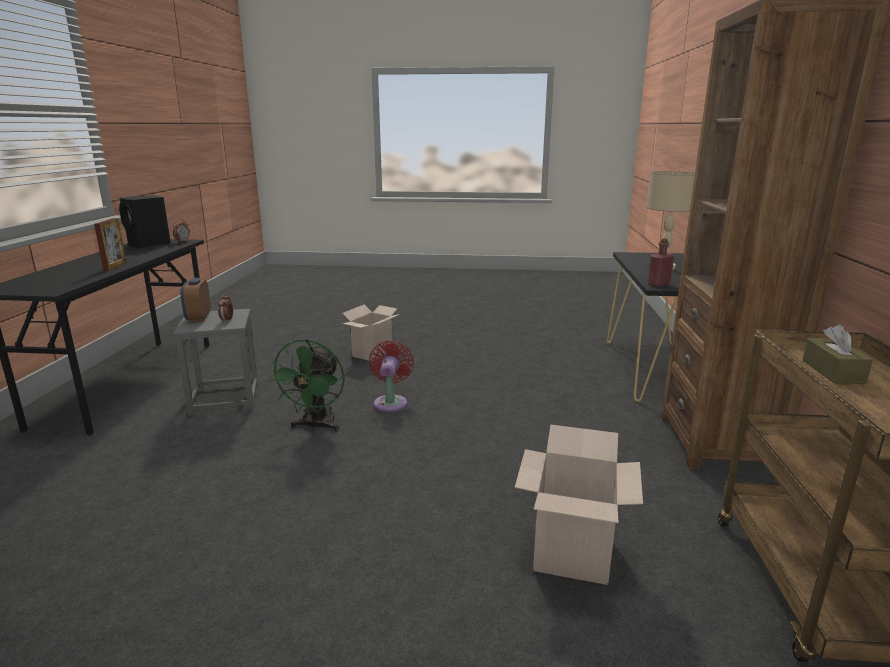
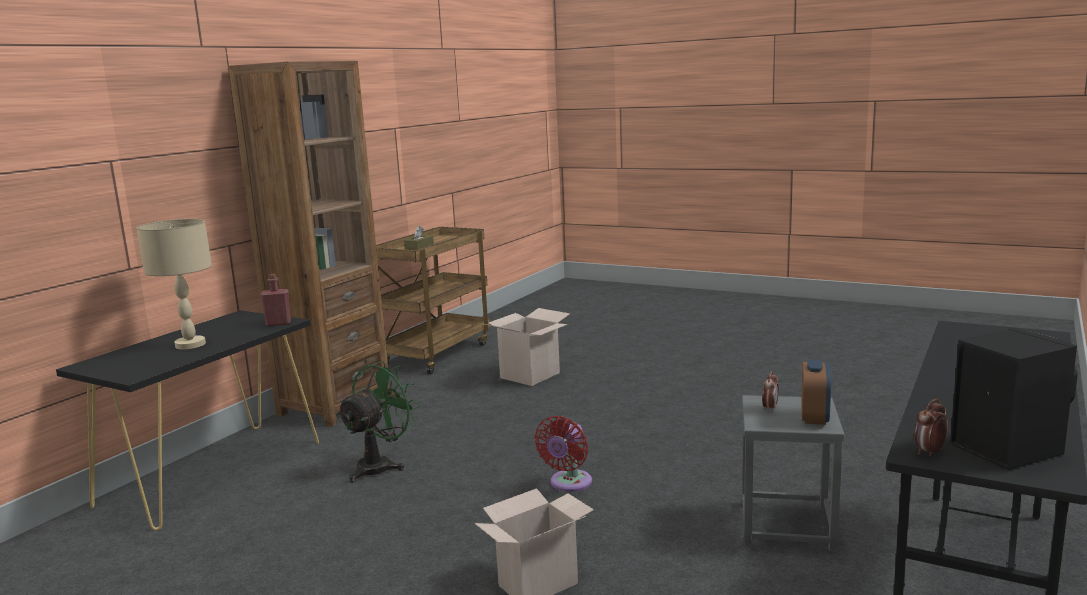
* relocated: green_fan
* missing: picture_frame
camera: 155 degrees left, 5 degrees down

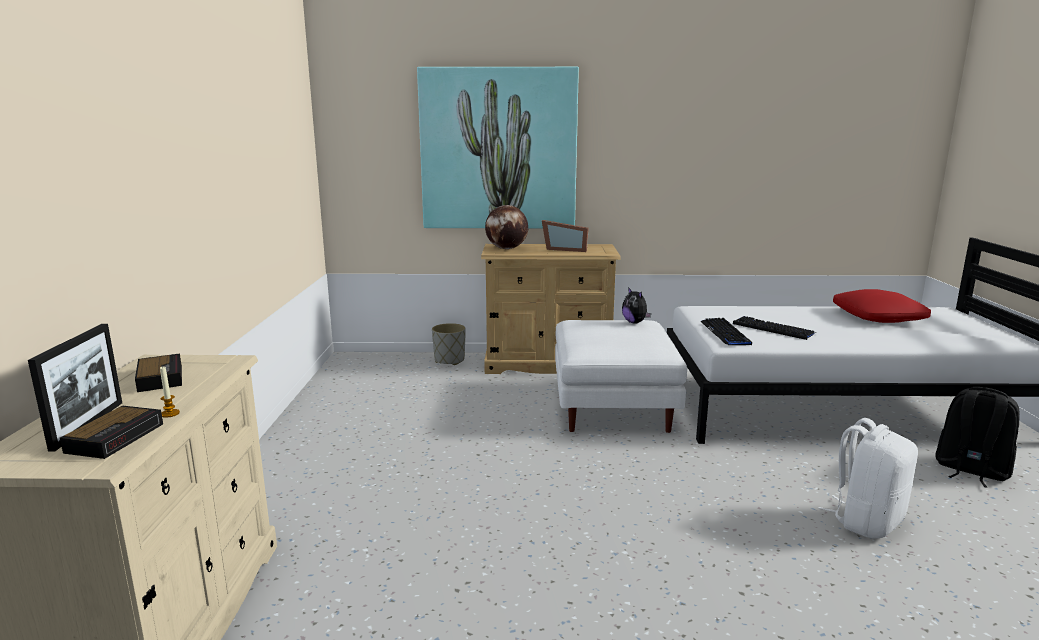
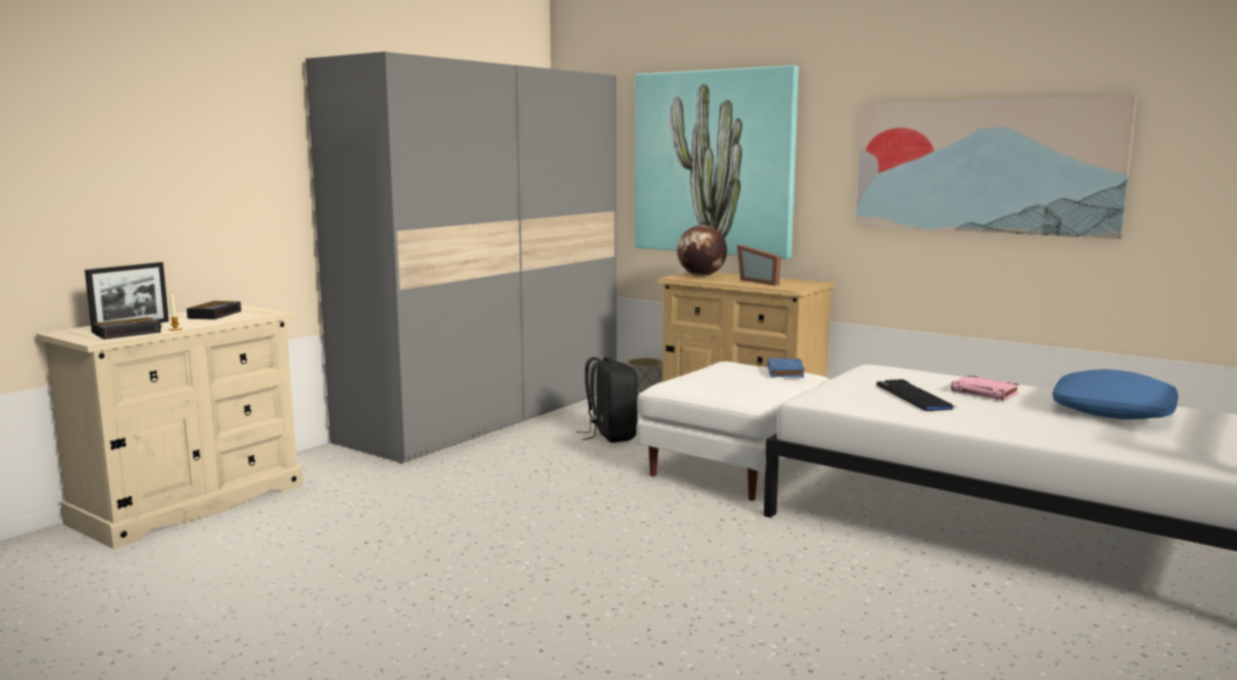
* appeared: grey_wardrobe
* relocated: black_backpack
* exchanged: plush_toy to blue_book
* appeared: picture (no. 2 from left)
* appeared: pink_book
* colour: red_pillow to blue_pillow
* missing: keyboard (no. 1 from left)
* missing: white_backpack
camera: 35 degrees right, 5 degrees down

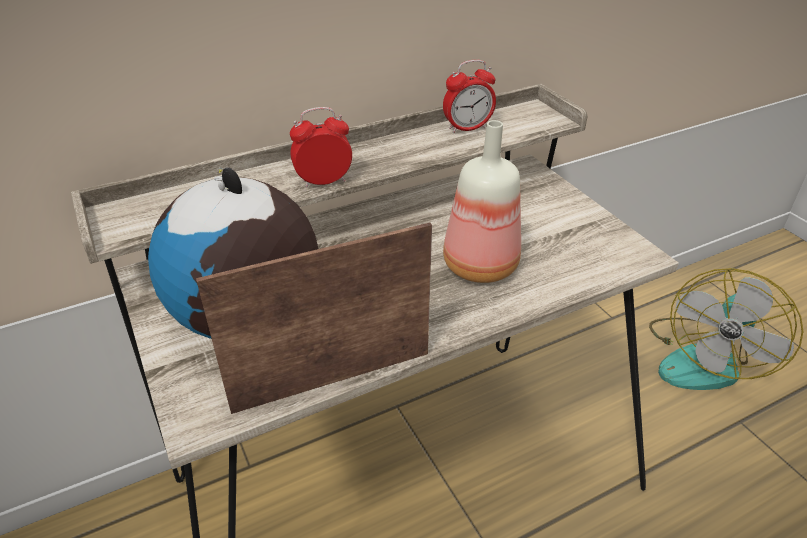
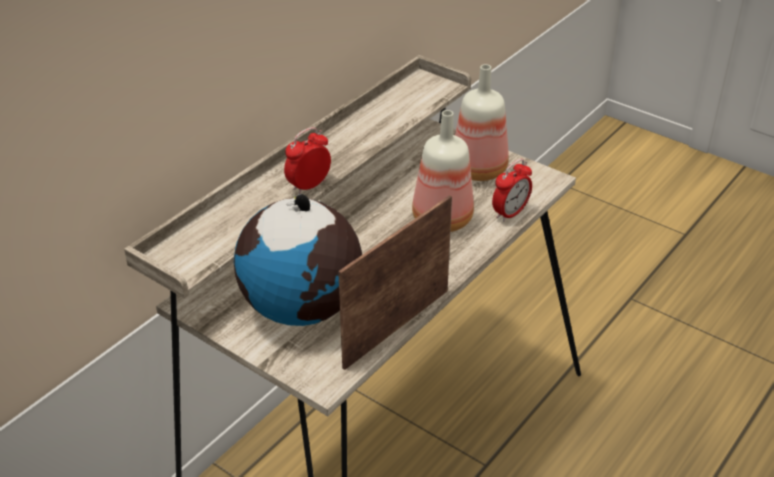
* appeared: bottle (no. 2 from left)
* relocated: alarm_clock (no. 2 from left)
* missing: fan
camera: 25 degrees left, 0 degrees up

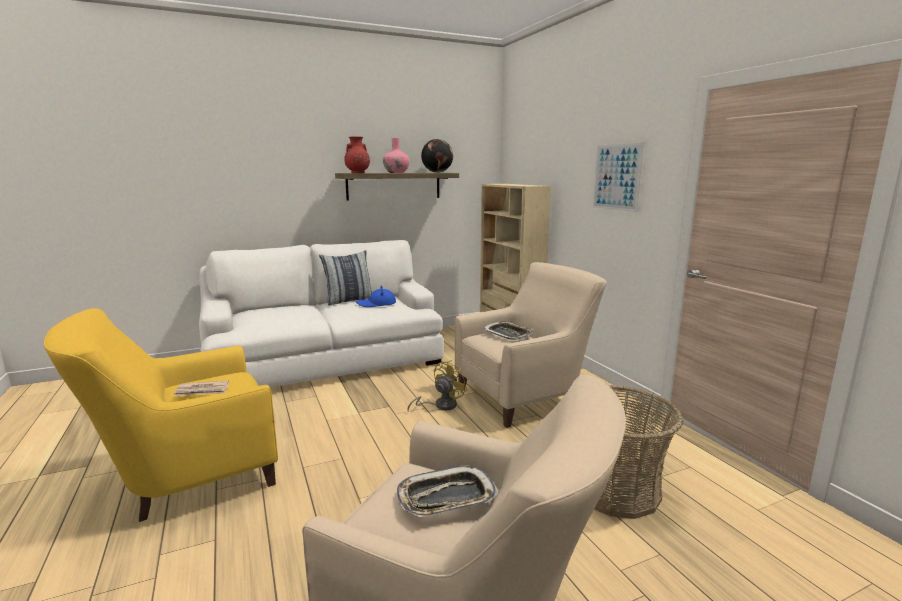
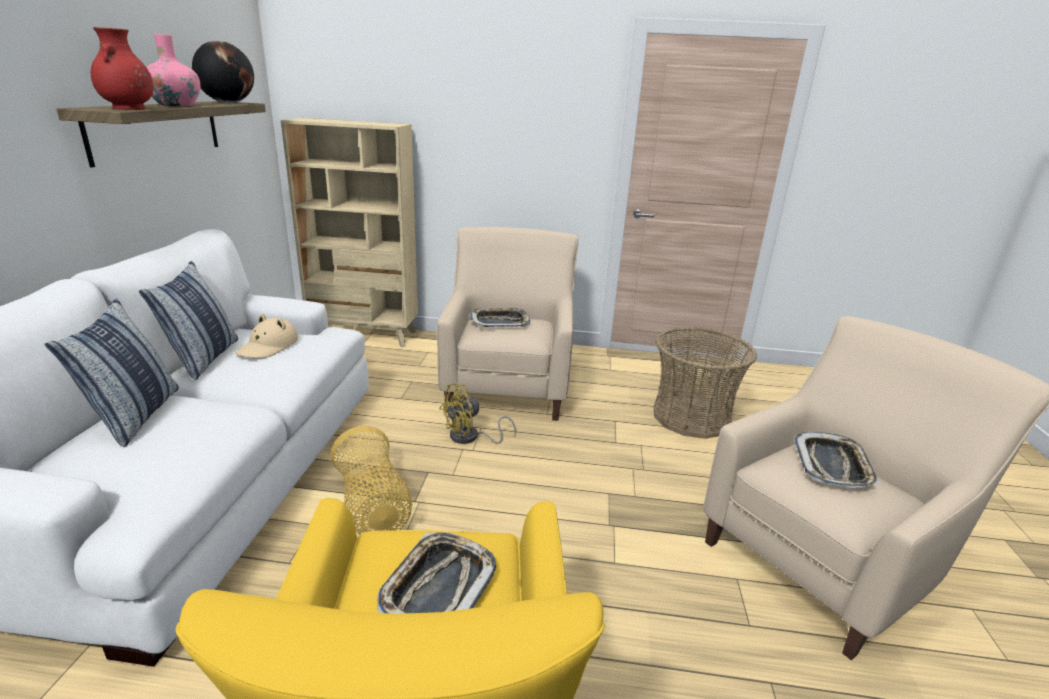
* appeared: pillow (no. 1 from left)
* colour: blue_hat to beige_hat
* appeared: basket (no. 1 from left)
* exchanged: newspaper to tray (no. 1 from left)
* spun: yellow_fan 105 degrees counterclockwise
* missing: picture
camera: 60 degrees left, 10 degrees up

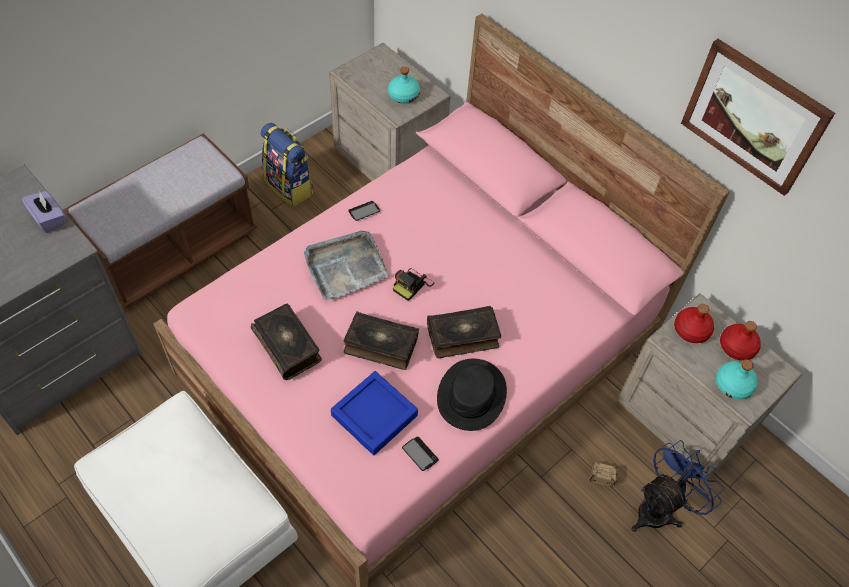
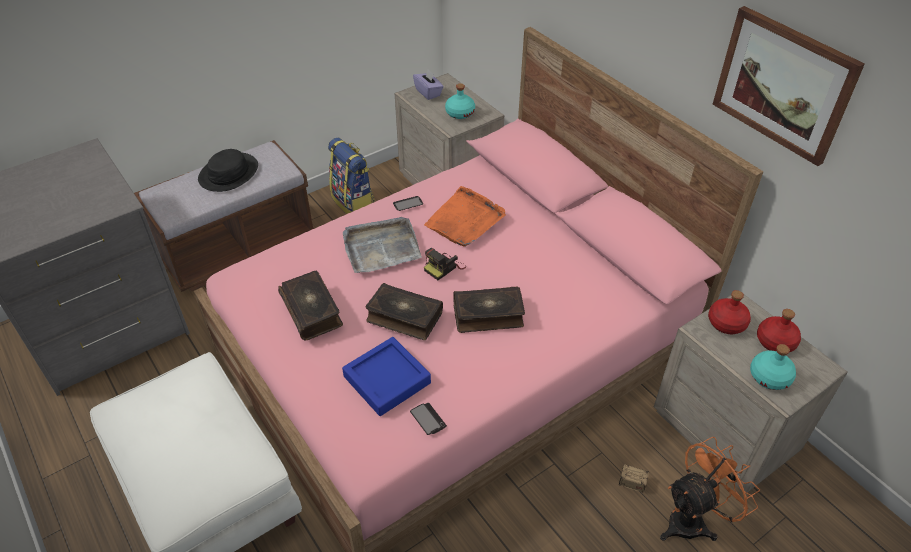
* relocated: black_hat
* relocated: purple_tissue_box
* appeared: orange_tray
* colour: blue_fan to orange_fan
camera: 10 degrees right, 10 degrees down

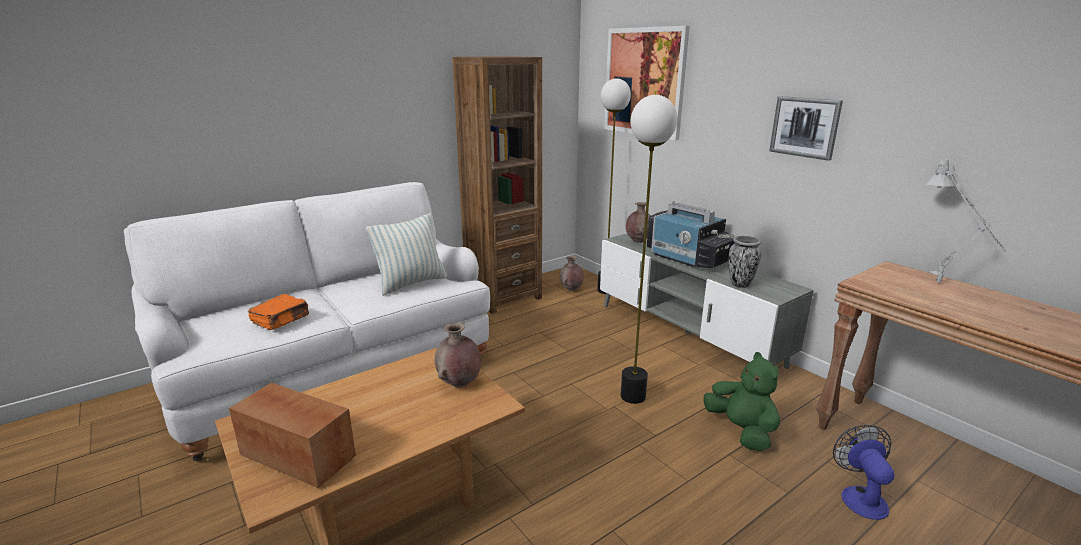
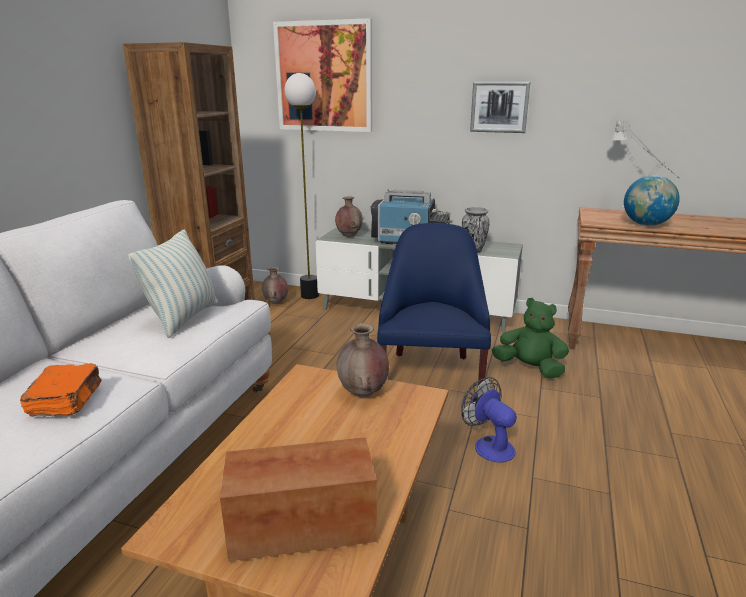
* exchanged: floor_lamp (no. 2 from left) to blue_armchair
* relocated: fan
* appeared: globe
camera: 35 degrees left, 0 degrees up

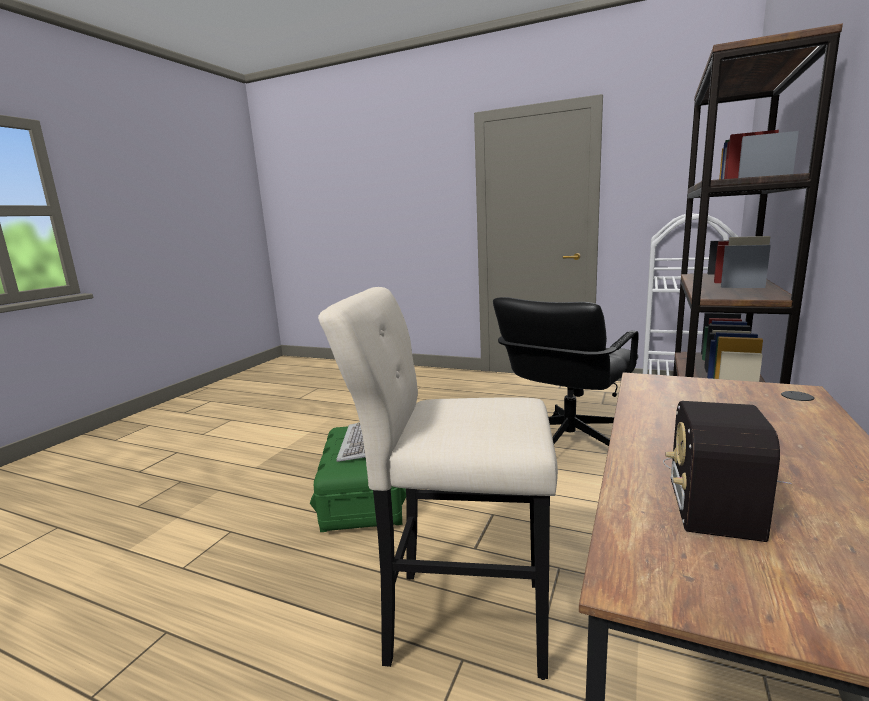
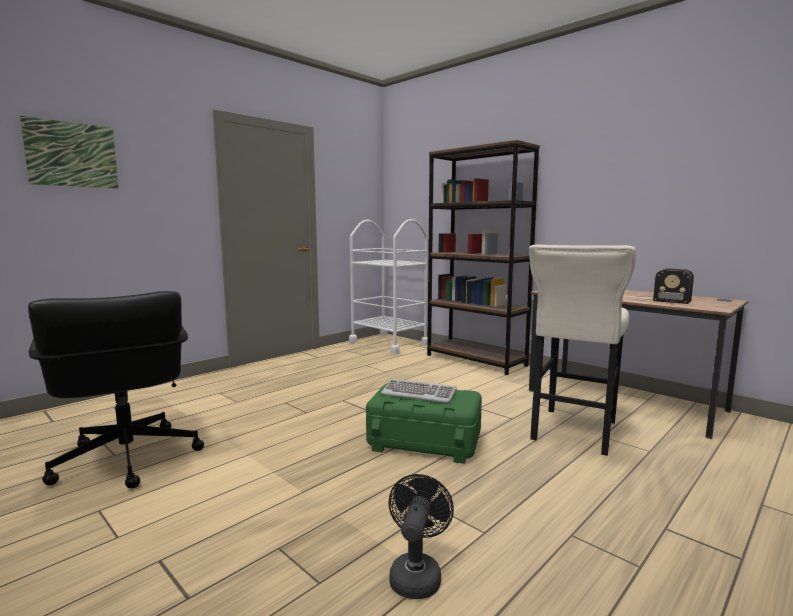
* appeared: picture
* relocated: black_office_chair
* appeared: black_fan
camera: 70 degrees left, 5 degrees down

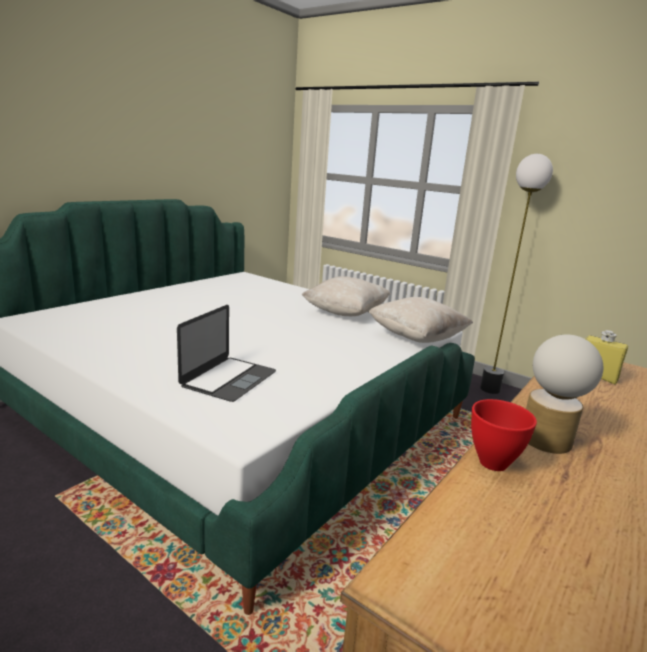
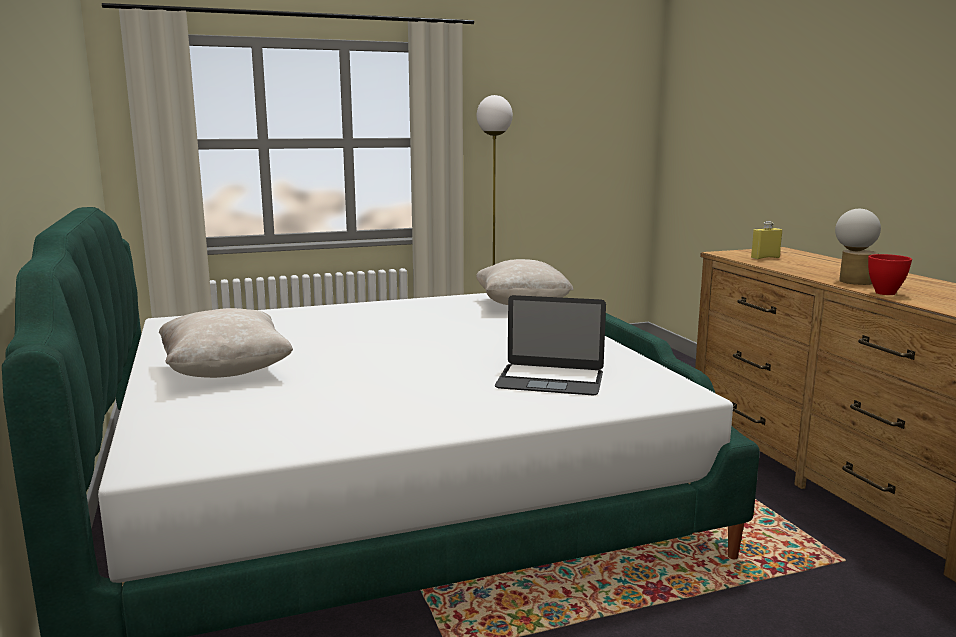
* relocated: beige_pillow (no. 1 from left)
* spun: laptop 135 degrees clockwise
camera: 55 degrees left, 5 degrees down

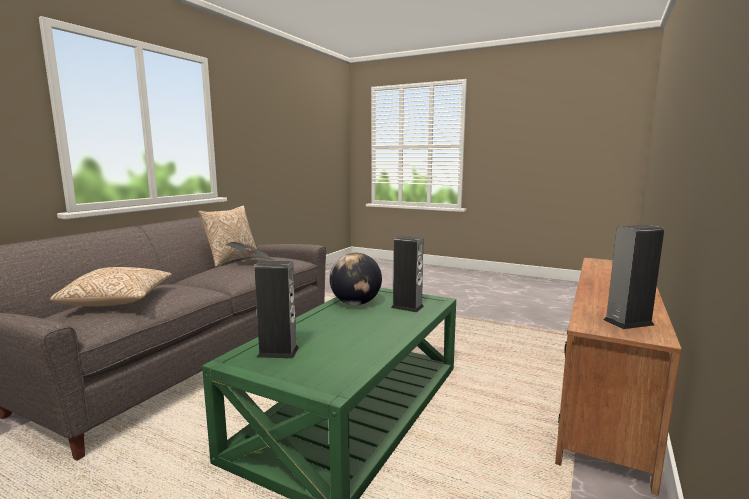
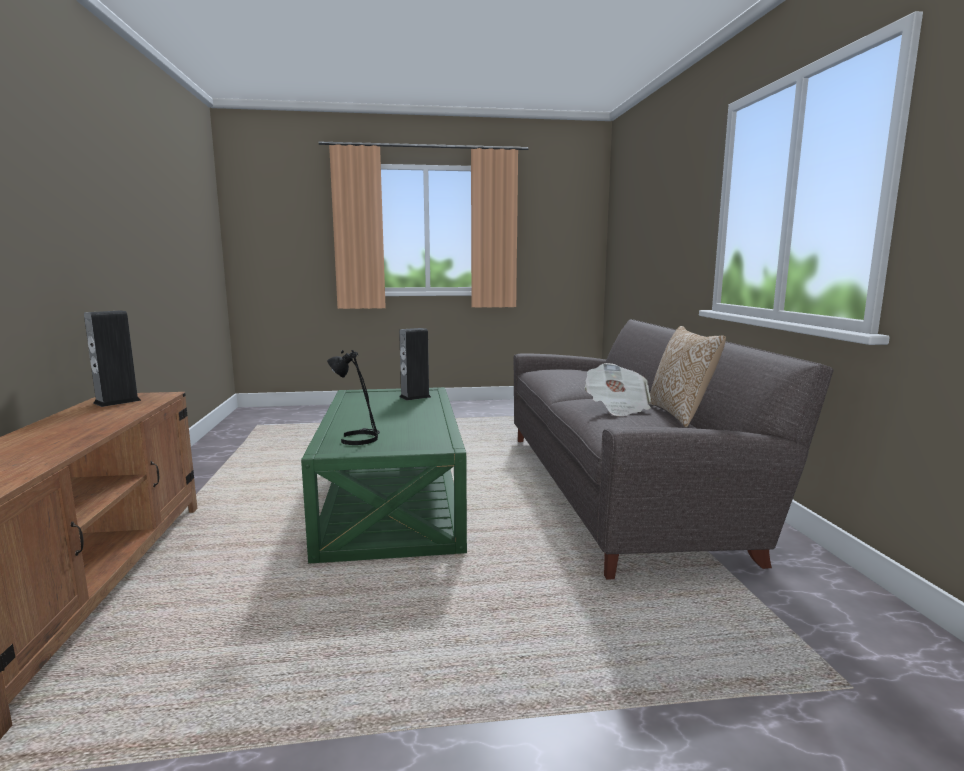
* exchanged: speaker (no. 2 from left) to black_table_lamp
* missing: pillow (no. 1 from left)
* missing: globe
camera: 145 degrees right, 0 degrees up

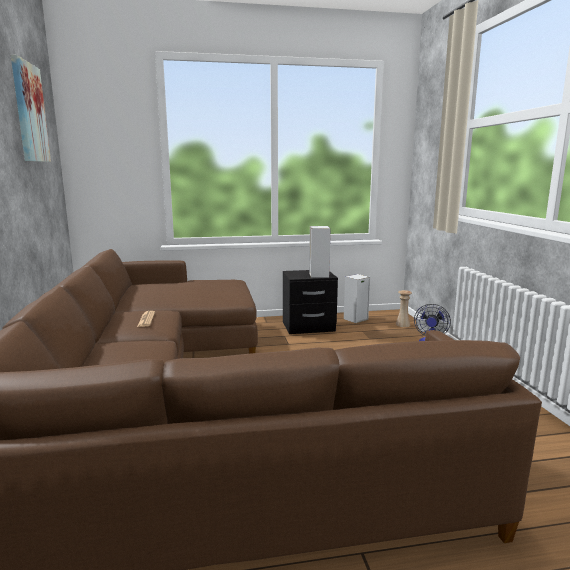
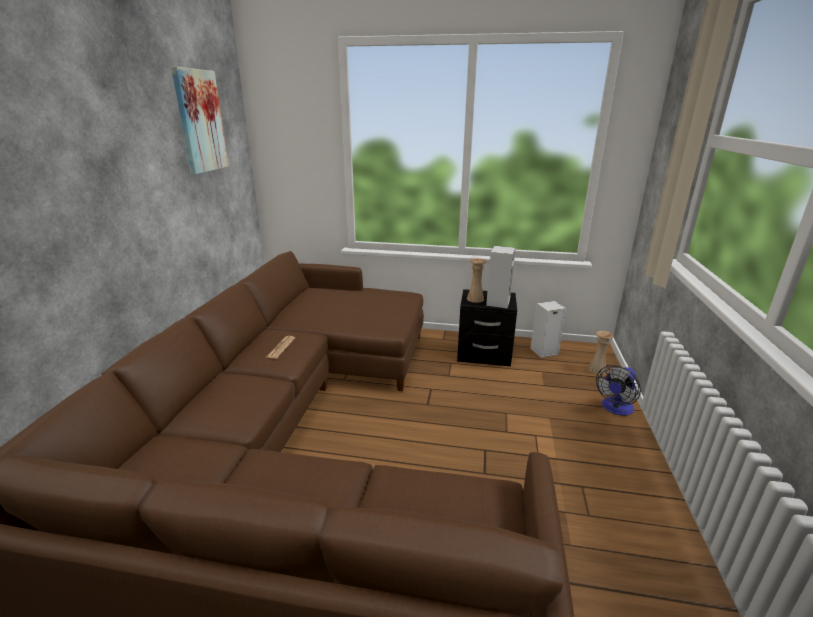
* appeared: beige_vase (no. 1 from left)
camera: 20 degrees right, 10 degrees up

